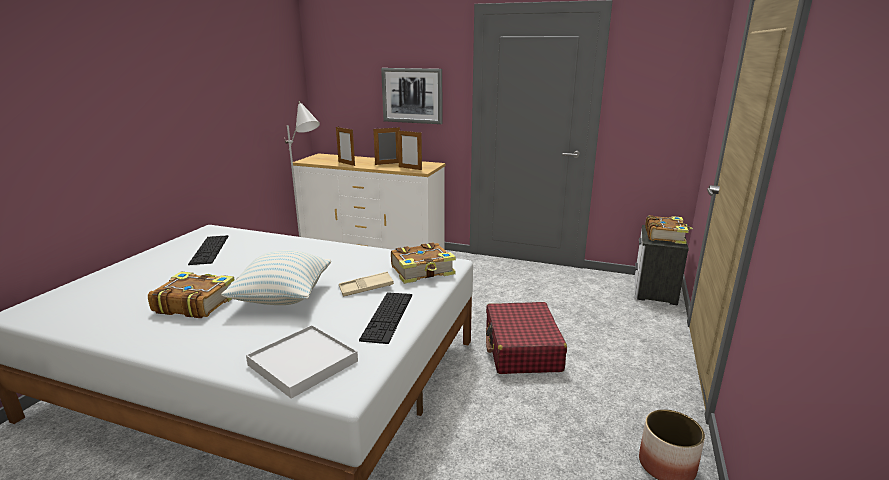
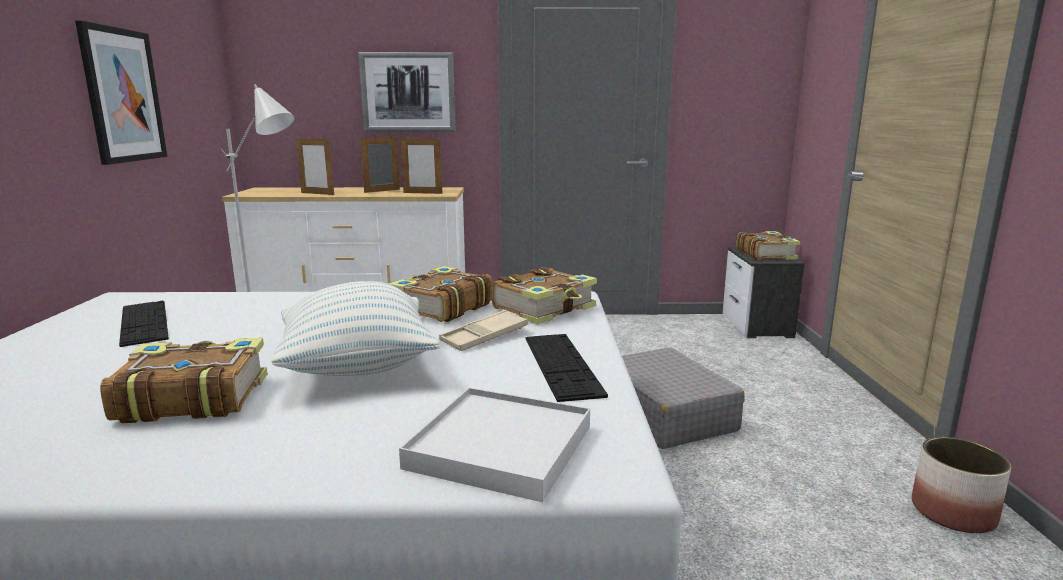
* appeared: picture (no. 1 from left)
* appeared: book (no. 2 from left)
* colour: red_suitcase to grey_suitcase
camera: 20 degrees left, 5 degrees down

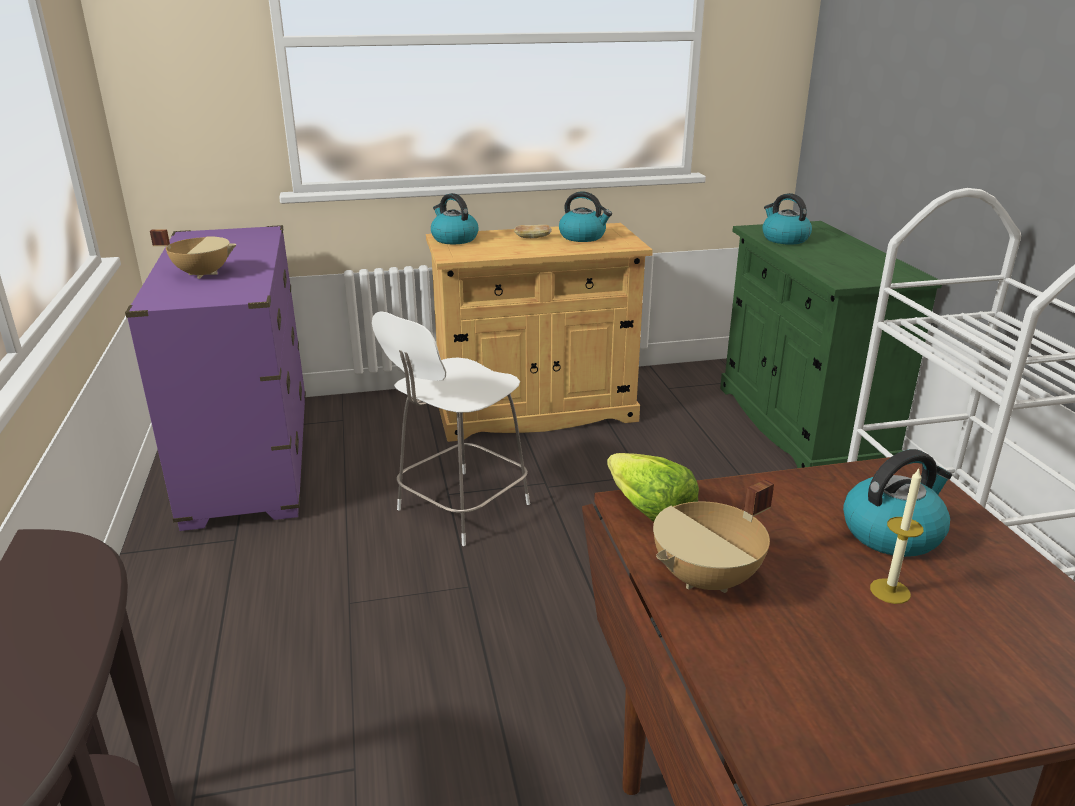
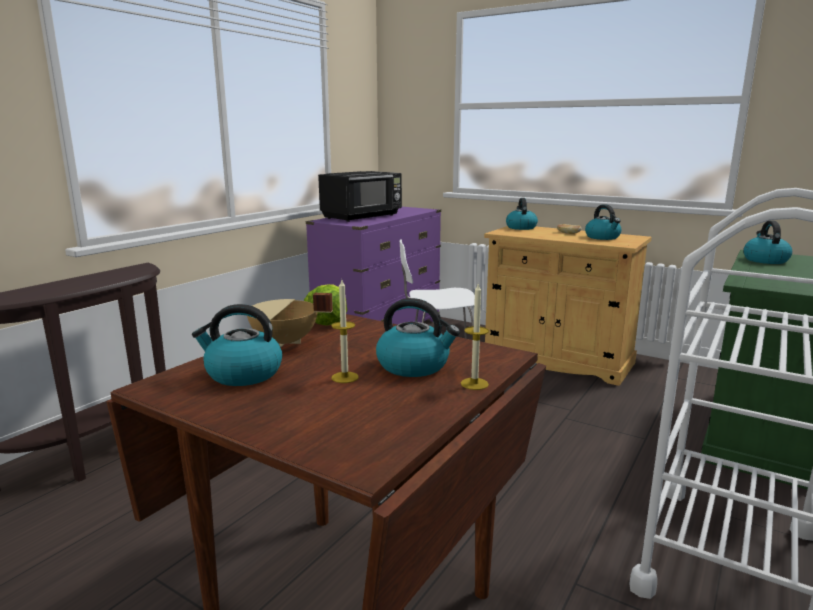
* appeared: kettle (no. 1 from left)
* exchanged: beige_cooking_pot (no. 1 from left) to black_microwave
* appeared: candle (no. 2 from left)
camera: 45 degrees right, 10 degrees down

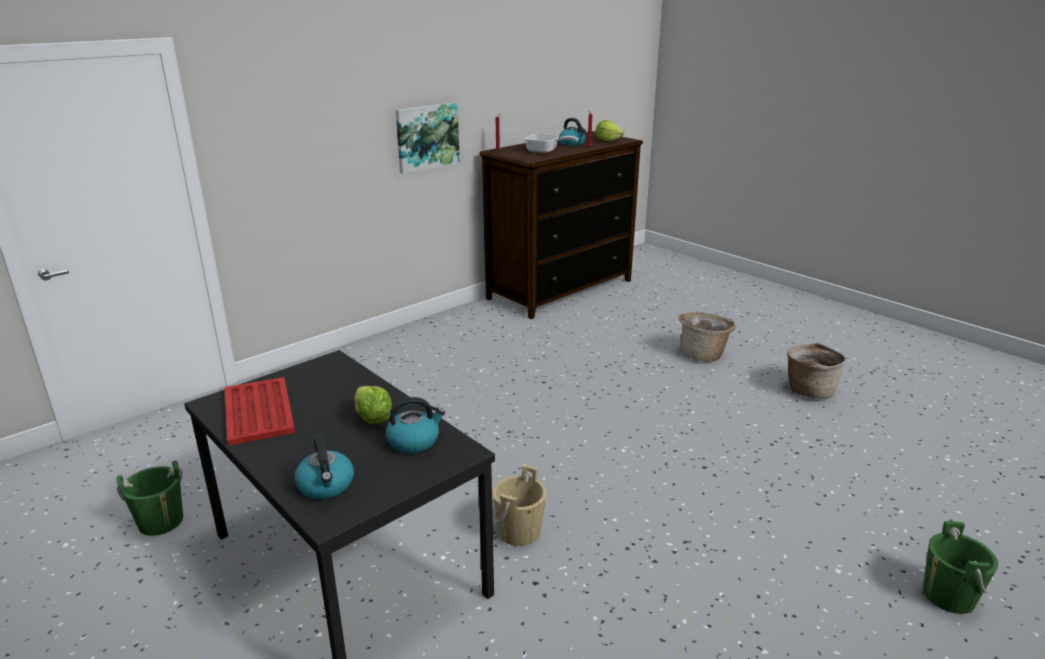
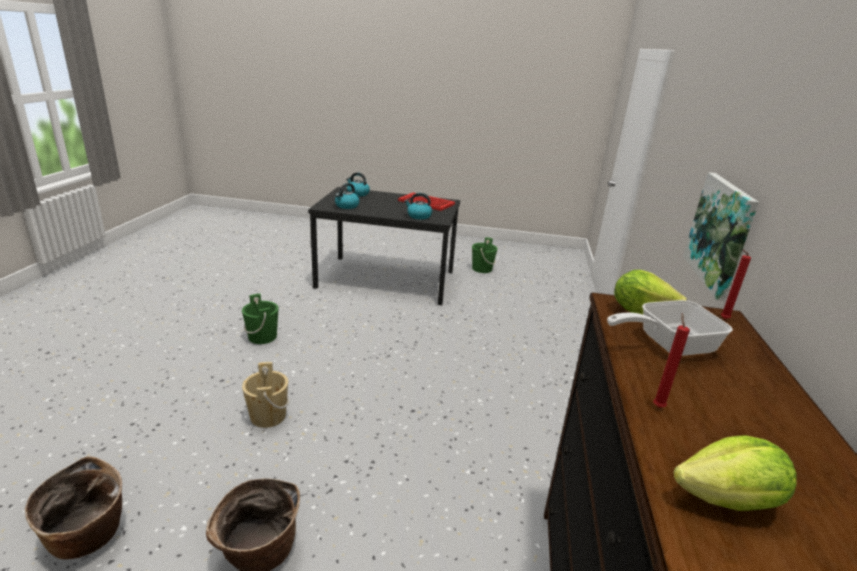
* relocated: green_bucket (no. 2 from left in the first image) to green_bucket (no. 1 from left)
* relocated: beige_bucket
* relocated: kettle (no. 3 from left)
* relocated: lettuce (no. 1 from left)
camera: 140 degrees right, 0 degrees up

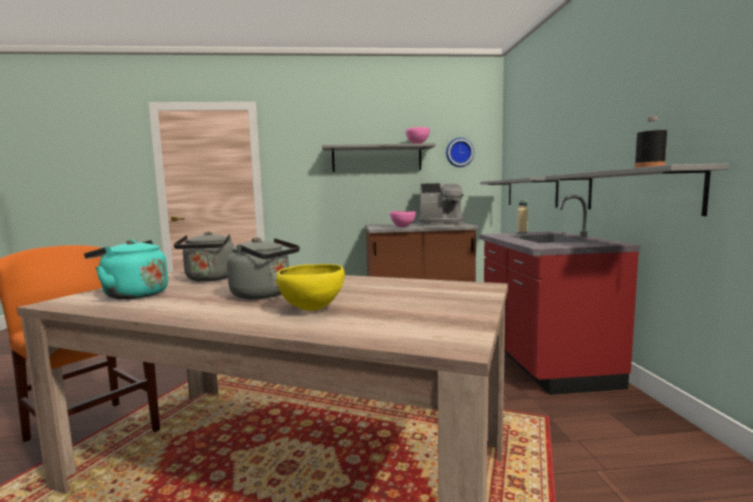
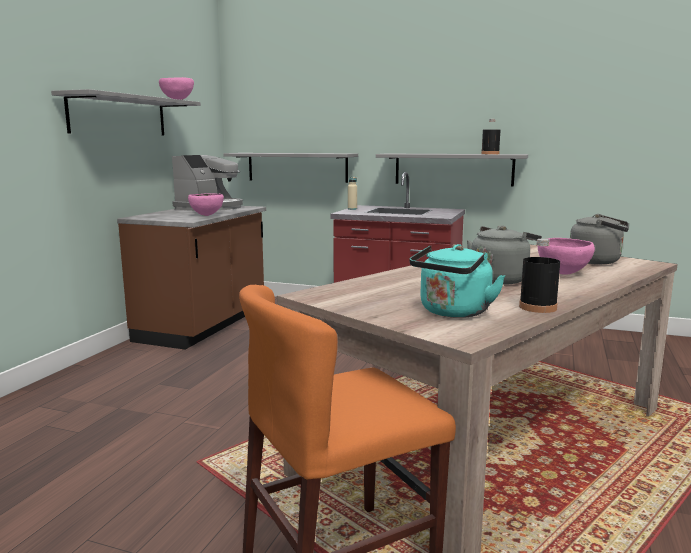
* appeared: black_bottle (no. 2 from left)
* colour: yellow_bowl to pink_bowl (no. 3 from left)
* relocated: grey_kettle (no. 1 from left in the first image) to grey_kettle (no. 2 from left)
* missing: wall_clock
camera: 65 degrees left, 5 degrees up

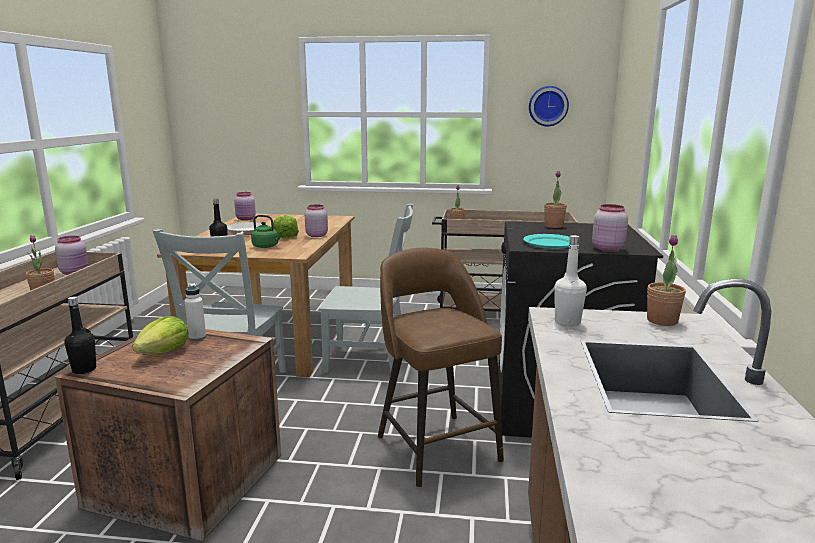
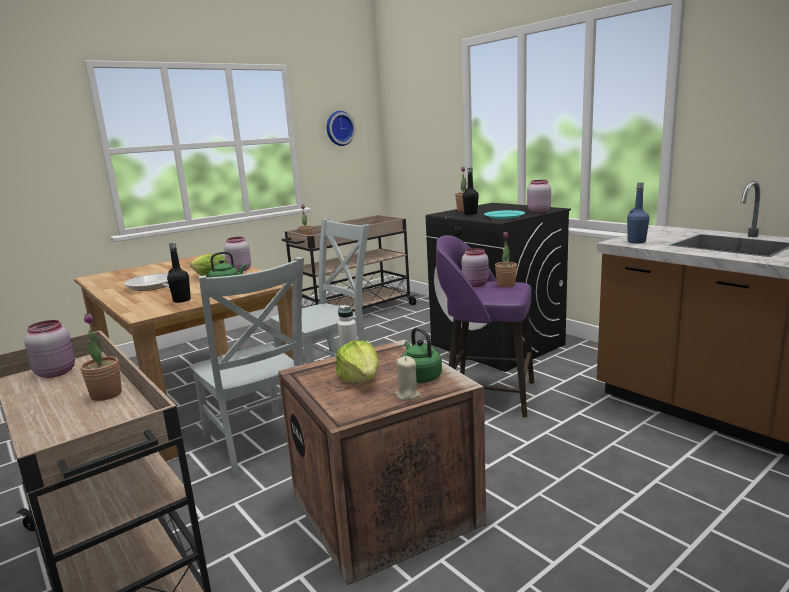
* appeared: beige_candle
* appeared: green_kettle (no. 2 from left)
* colour: brown_stool to purple_stool
* relocated: pink_jar (no. 2 from left in the first image) to pink_jar (no. 3 from left)
* relocated: black_bottle (no. 1 from left in the first image) to black_bottle (no. 2 from left)
* relocated: potted_plant (no. 4 from left)
* colour: white_bottle (no. 2 from left) to blue_bottle
camera: 45 degrees left, 0 degrees up

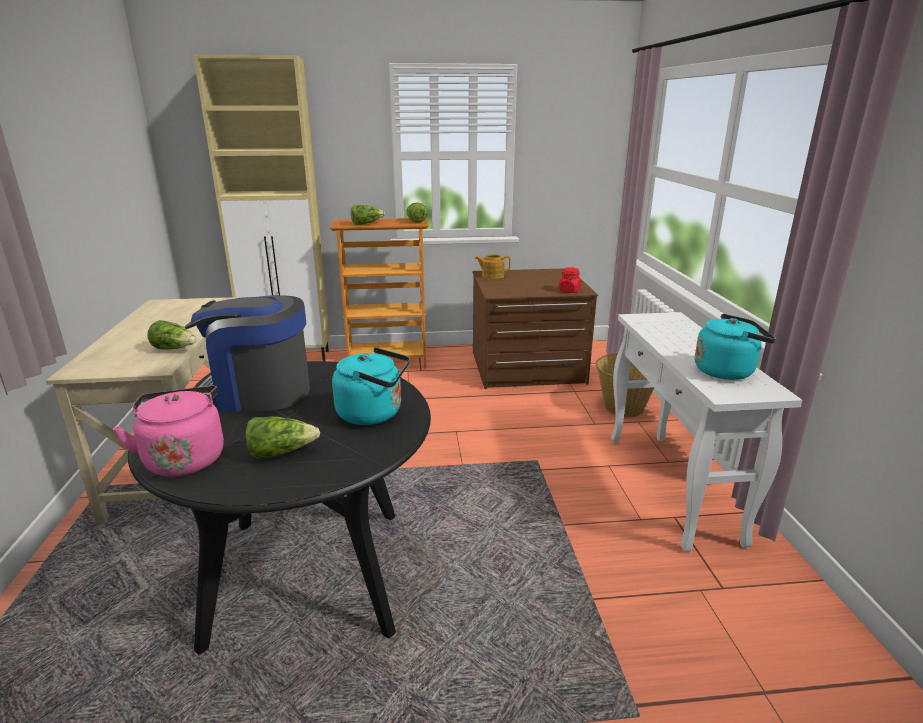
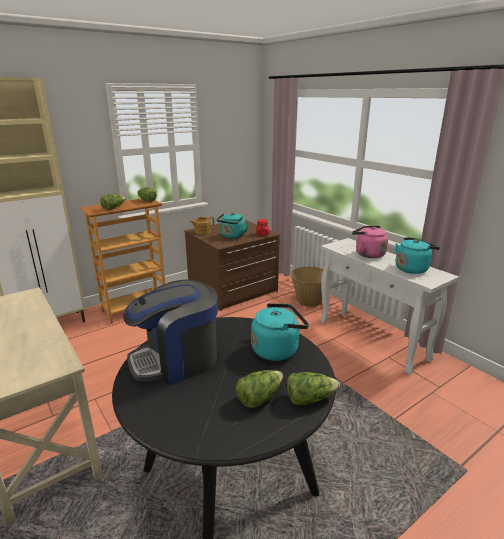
* appeared: turquoise_kettle (no. 1 from left)
* relocated: lettuce (no. 1 from left in the first image) to lettuce (no. 4 from left)
* relocated: pink_kettle
camera: 30 degrees left, 0 degrees up

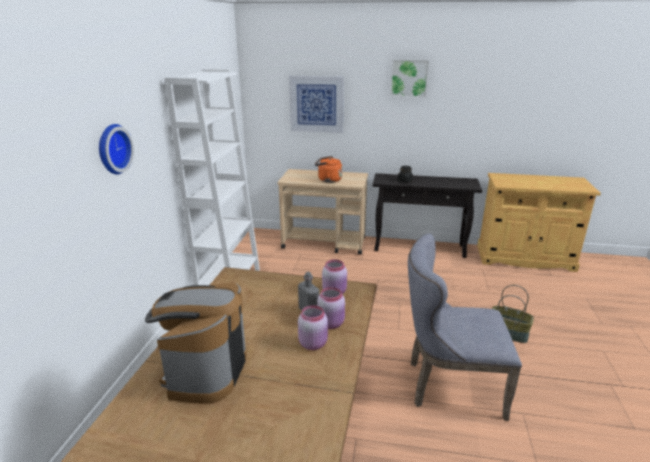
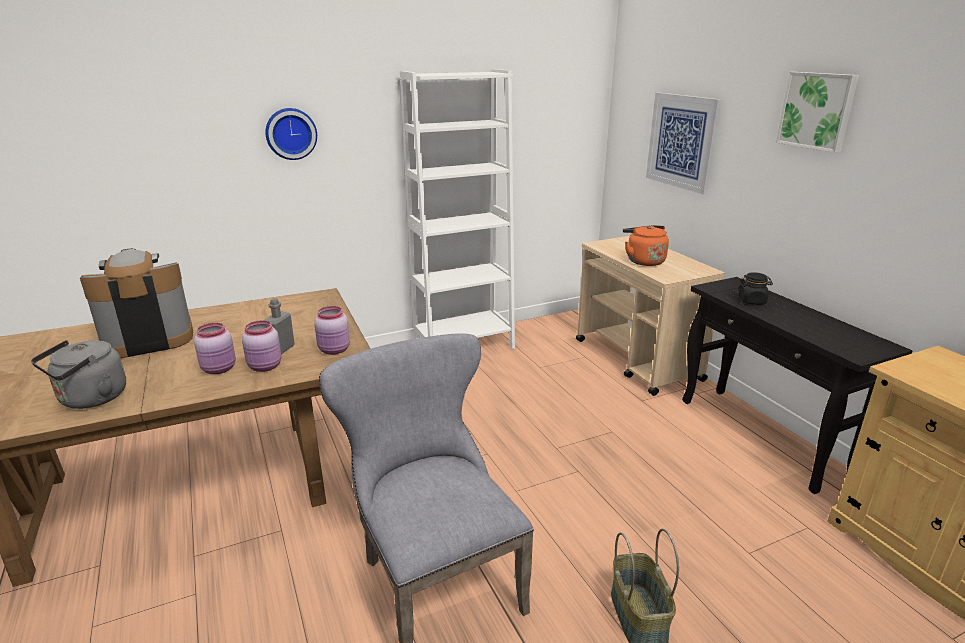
* appeared: grey_kettle
camera: 55 degrees right, 0 degrees up

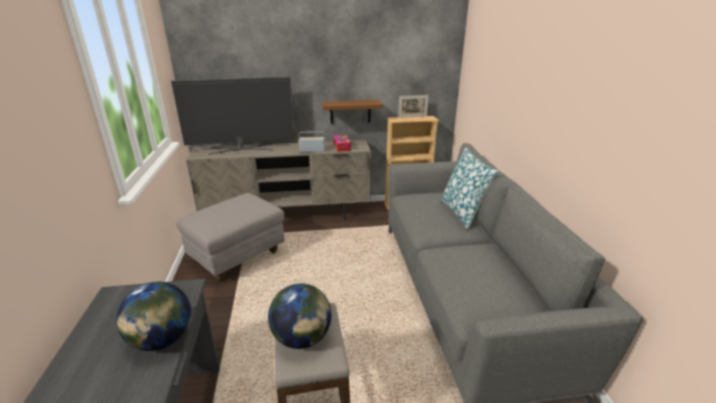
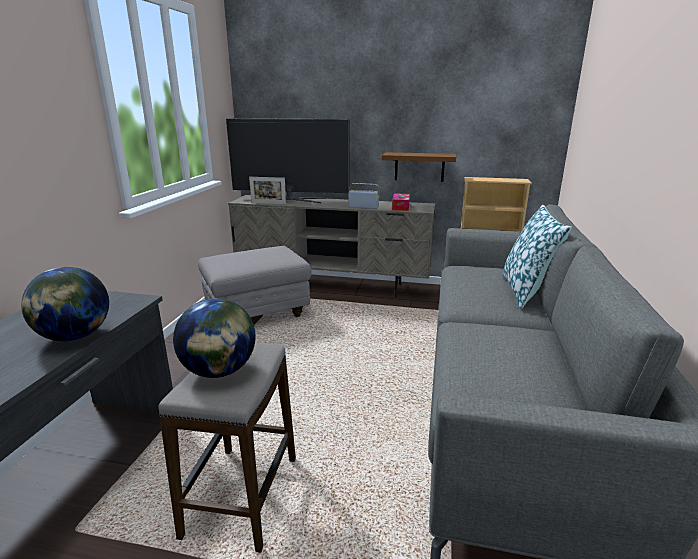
* relocated: picture_frame
camera: 20 degrees right, 5 degrees down

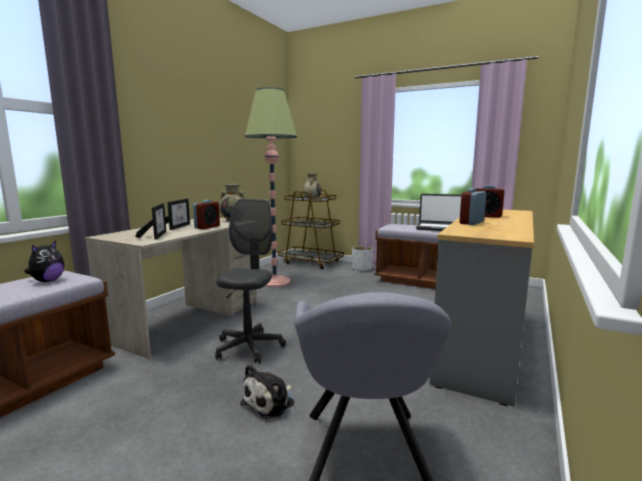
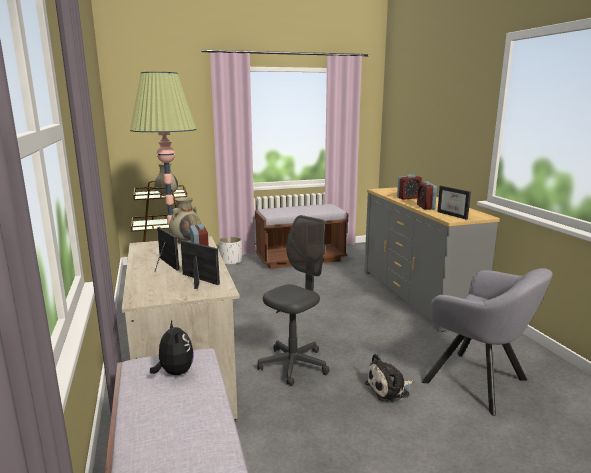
* spun: grey_office_chair 75 degrees clockwise
* spun: plush_toy (no. 2 from left) 75 degrees clockwise
* appeared: picture_frame (no. 3 from left)
* missing: laptop
camera: 45 degrees left, 5 degrees up

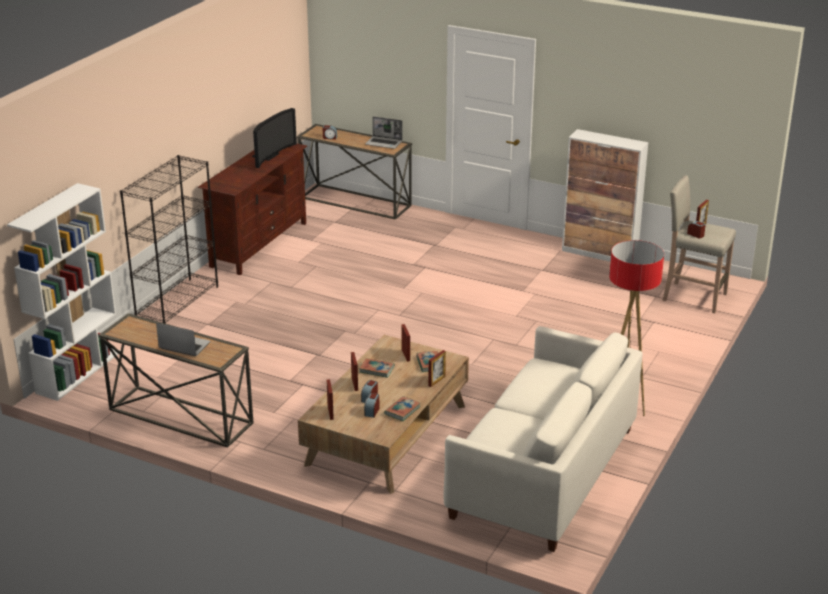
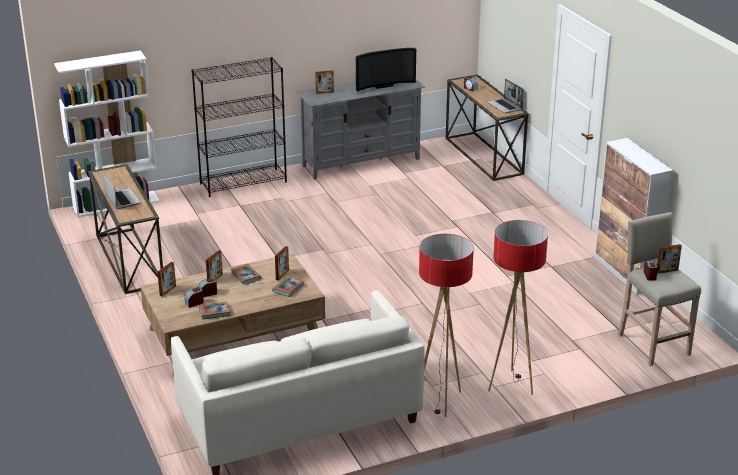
* colour: brown_tv_stand to grey_tv_stand
* relocated: picture_frame (no. 4 from left)
* appeared: floor_lamp (no. 2 from left)
camera: 40 degrees right, 0 degrees up

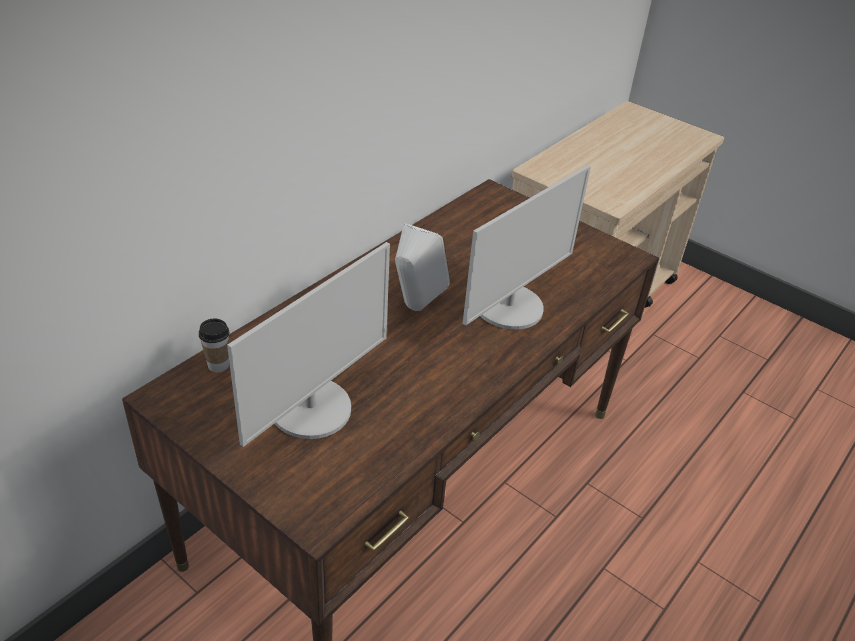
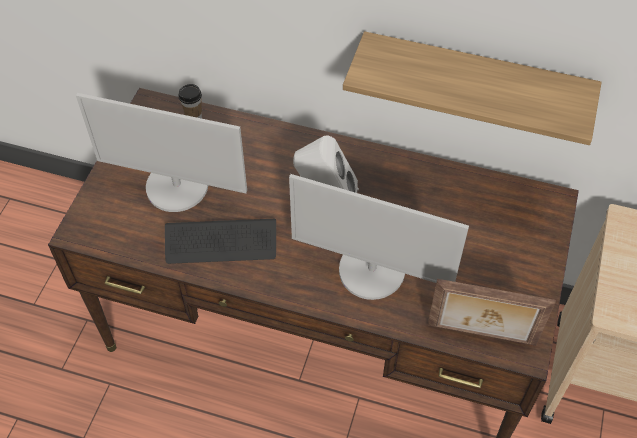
* appeared: keyboard
* appeared: shelf
* appeared: picture_frame
camera: 70 degrees right, 15 degrees up

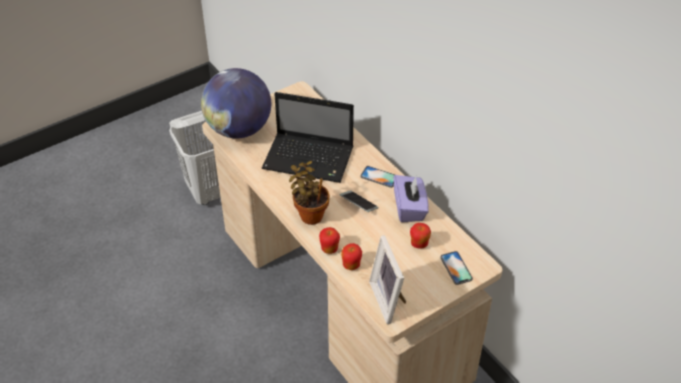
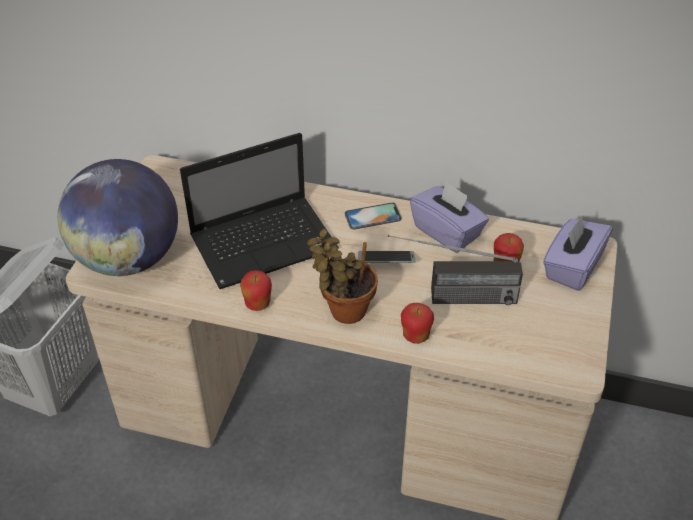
* relocated: apple (no. 2 from left in the first image) to apple (no. 1 from left)
* appeared: radio
* exchanged: phone (no. 3 from left) to purple_tissue_box (no. 2 from left)
* missing: picture_frame
camera: 40 degrees left, 0 degrees up

